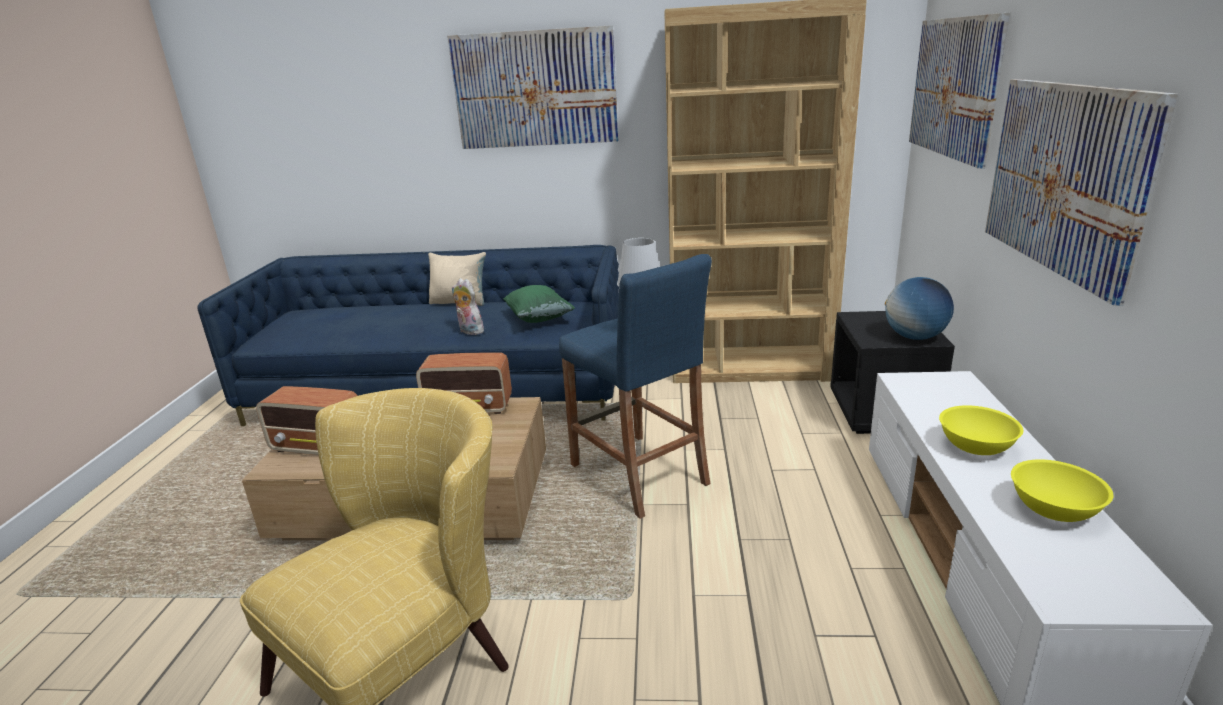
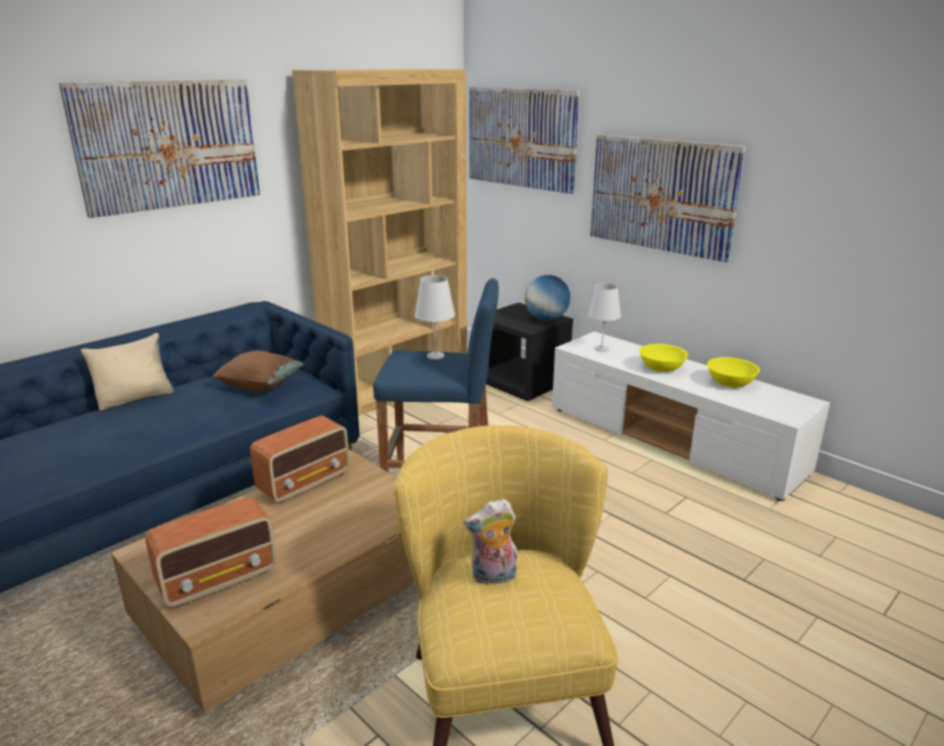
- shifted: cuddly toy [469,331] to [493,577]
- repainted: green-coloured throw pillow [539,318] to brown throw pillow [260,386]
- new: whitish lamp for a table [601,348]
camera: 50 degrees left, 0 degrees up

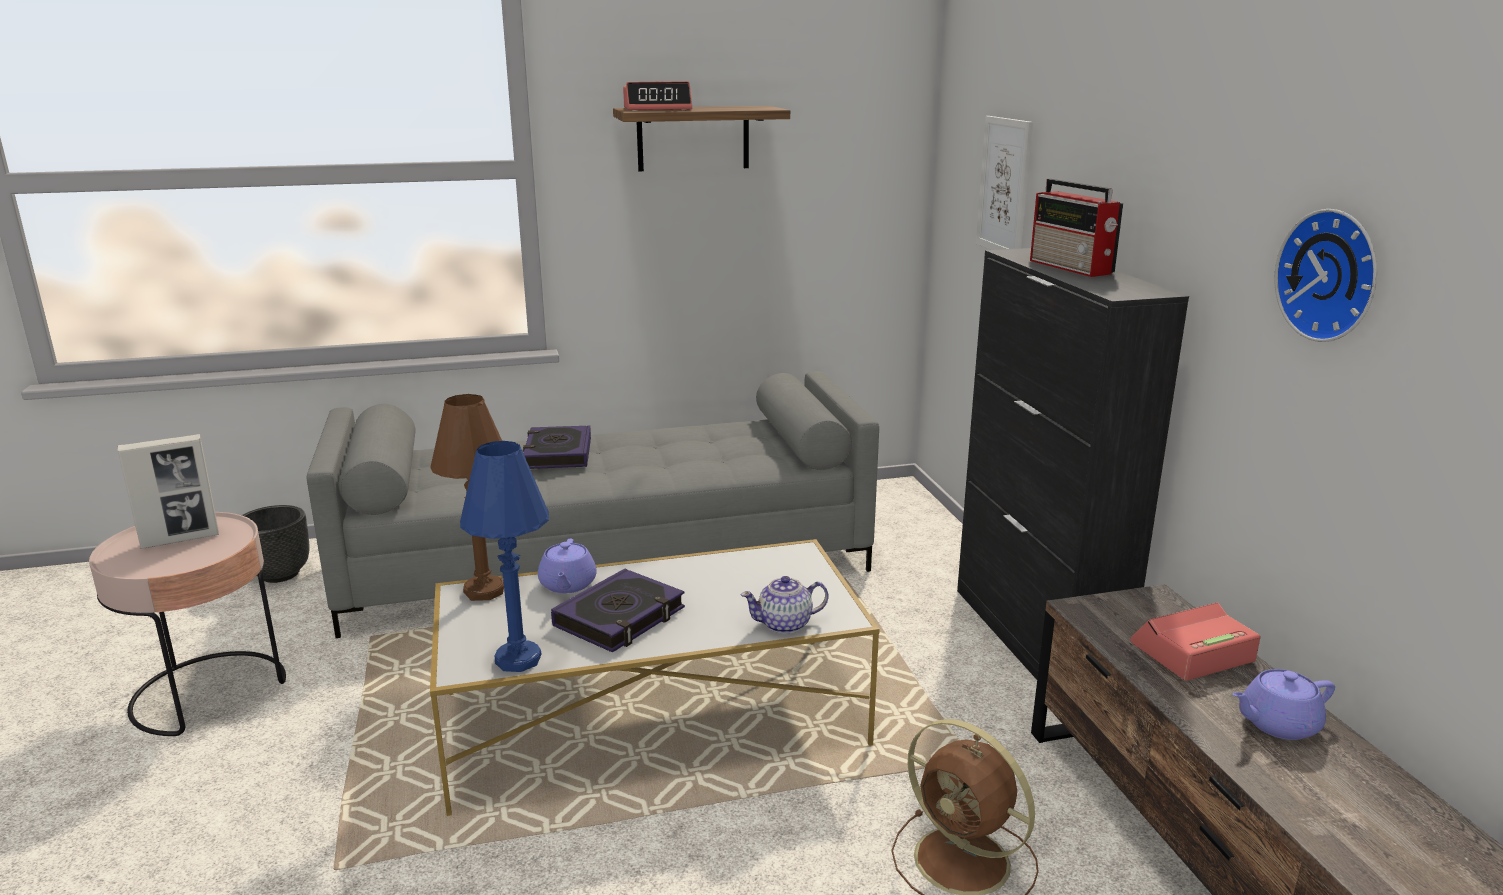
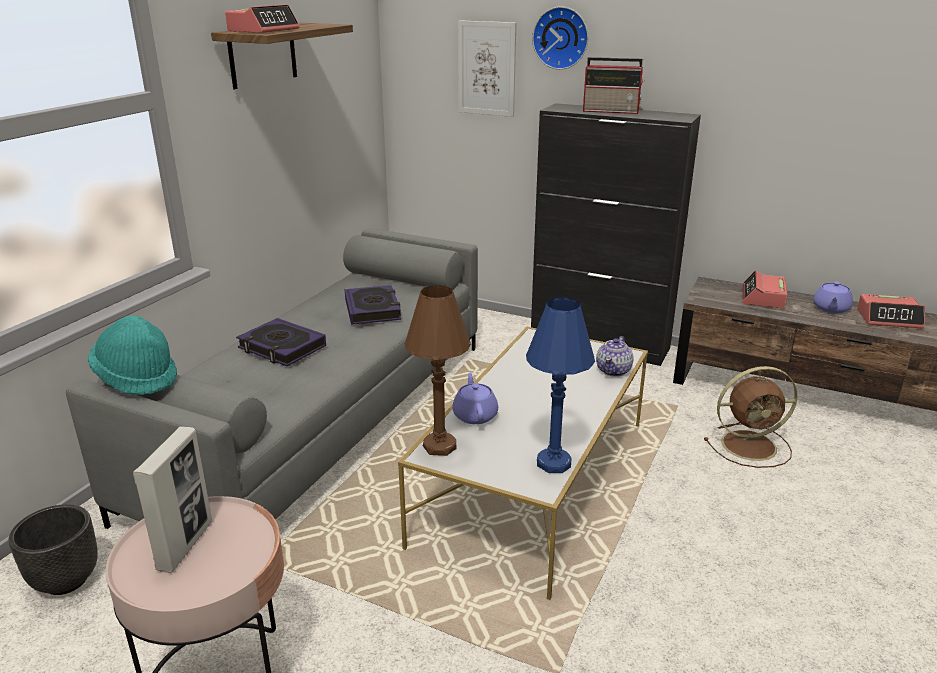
- rotated: purple tea pot [567,585] = [475,415] 135 degrees counterclockwise
- shifted: bound book [620,618] to [373,310]
- shifted: hanging clock [1332,275] to [561,38]
- new: turquoise hat [137,378]
- new: bedside clock [889,319]
camera: 50 degrees left, 5 degrees up

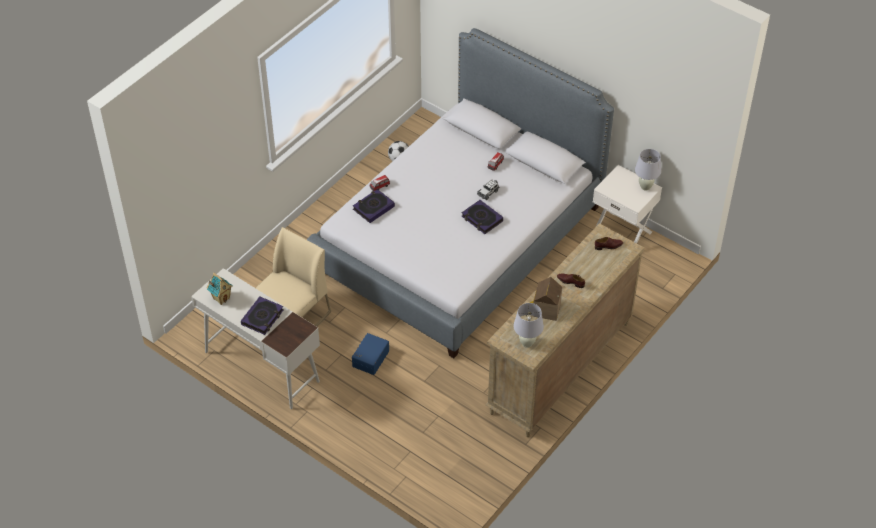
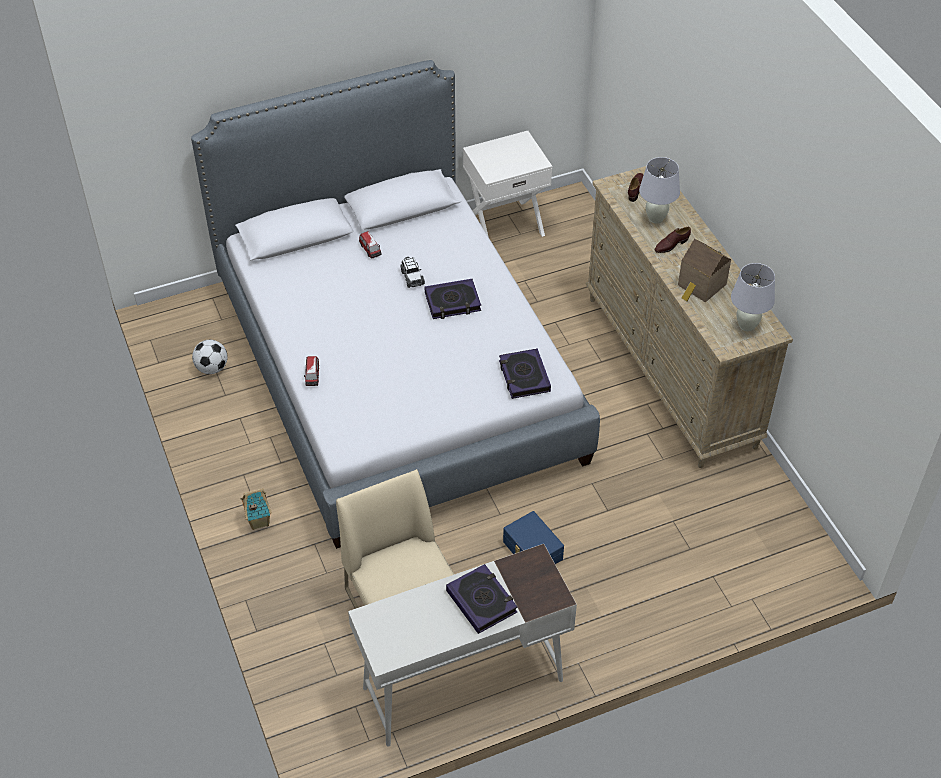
- shifted: toy house [221,298] to [258,521]
- shifted: bound book [373,208] to [524,376]
- shifted: whitish lamp for a table [645,187] to [656,218]
camera: 60 degrees left, 0 degrees up

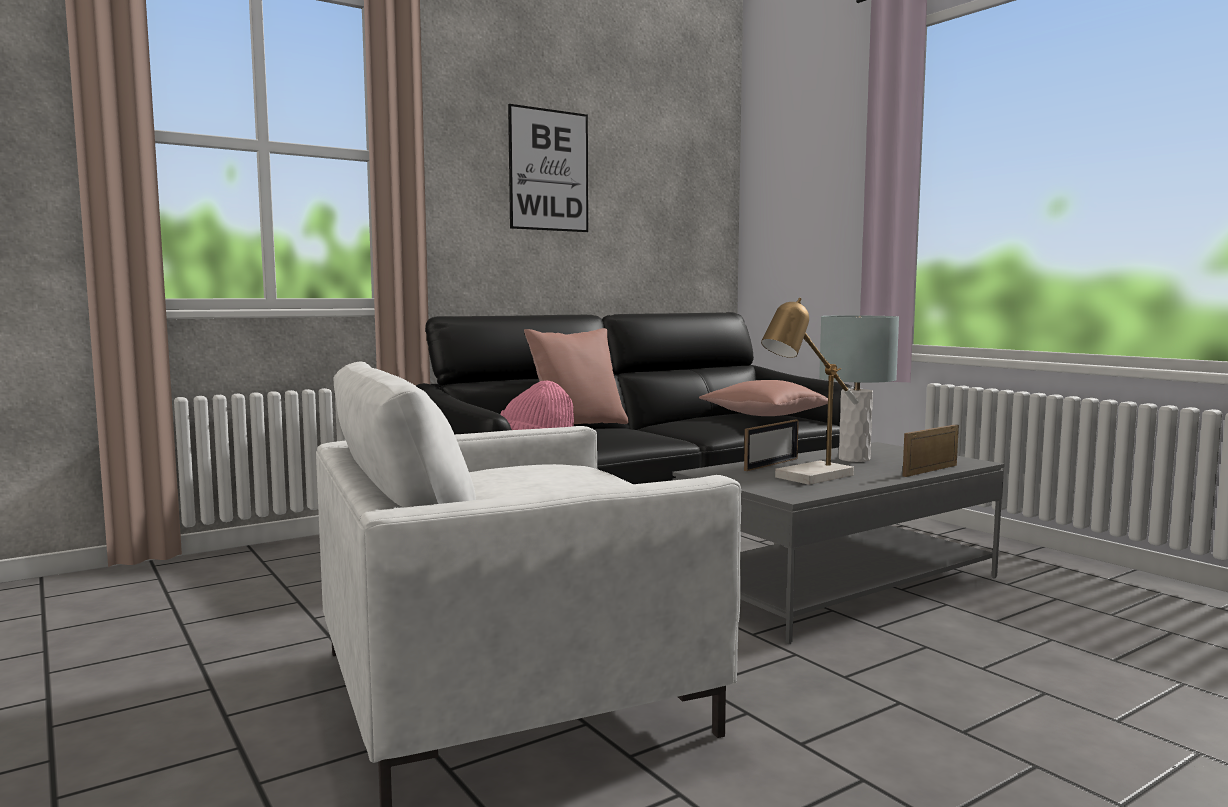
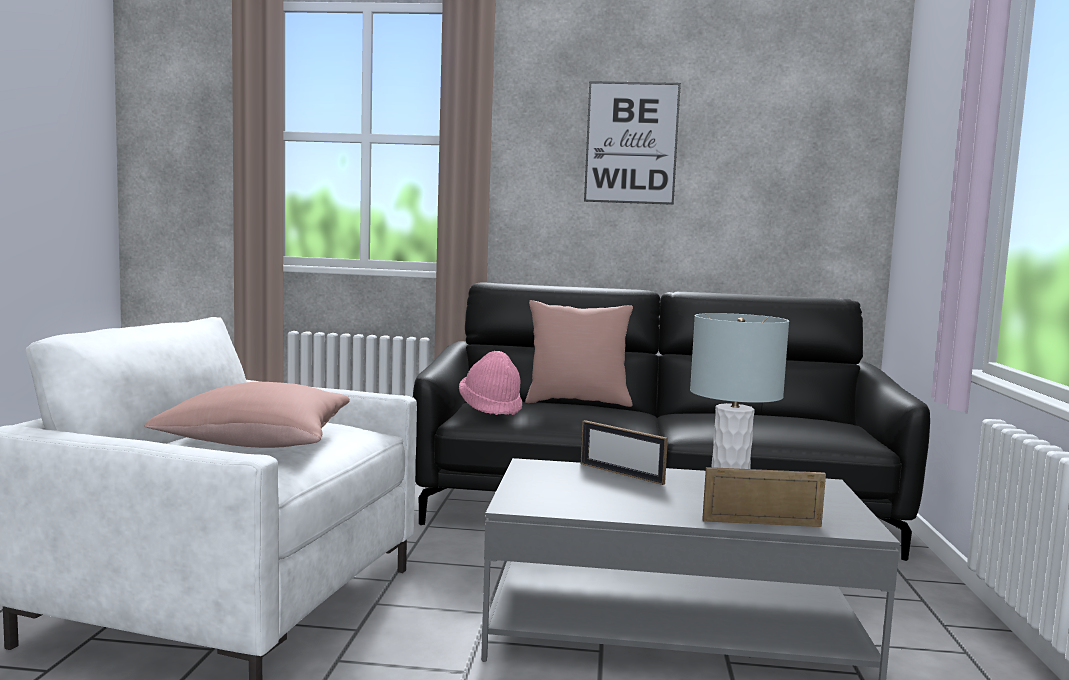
- shifted: pink throw pillow [764,415] to [257,442]
- rotated: standing frame [771,464] = [621,473] 45 degrees clockwise
- gone: lamp for a table [808,478]
camera: 40 degrees right, 0 degrees up

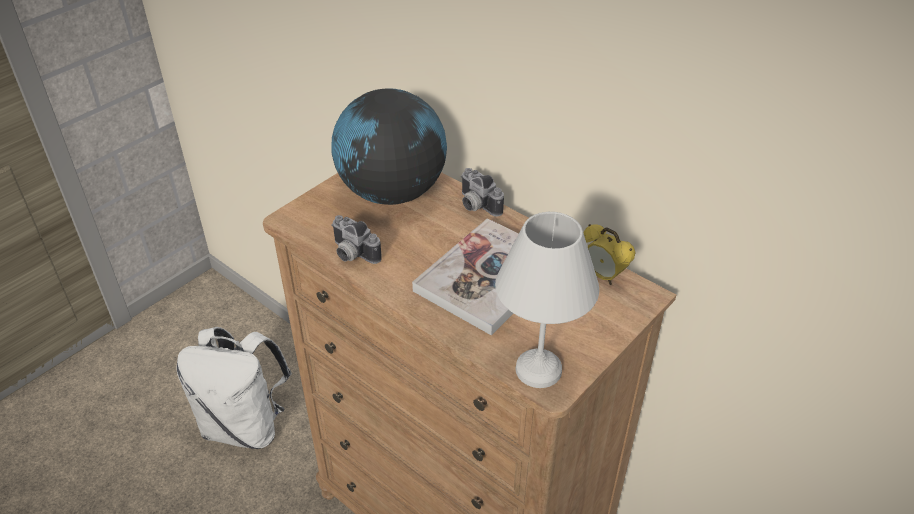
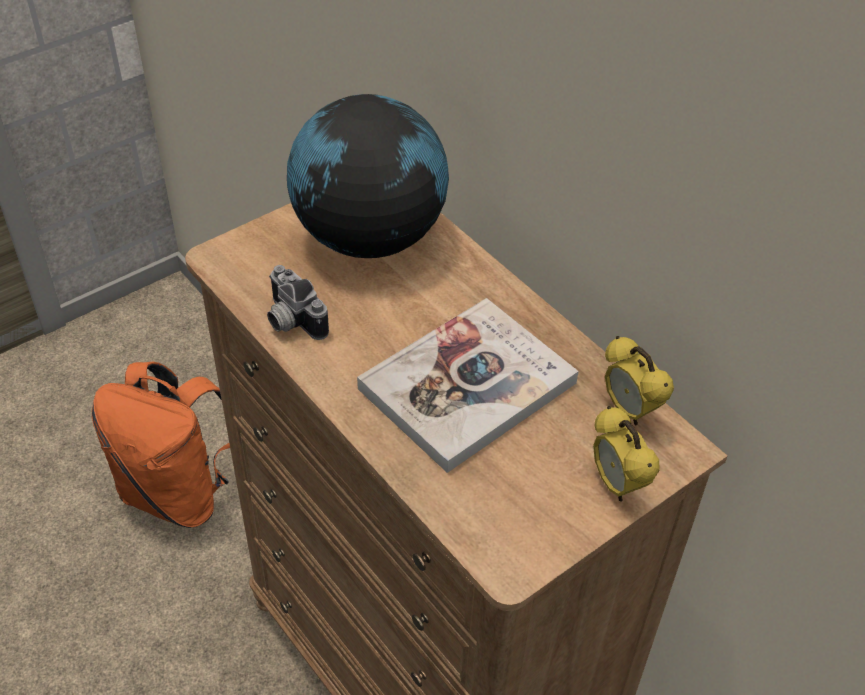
- repainted: whitish rucksack [245,425] to orangey rucksack [180,492]
- gone: photo camera [475,205]
- gone: whitish lamp for a table [539,368]
- new: bedside clock [617,484]
camera: 10 degrees right, 5 degrees up

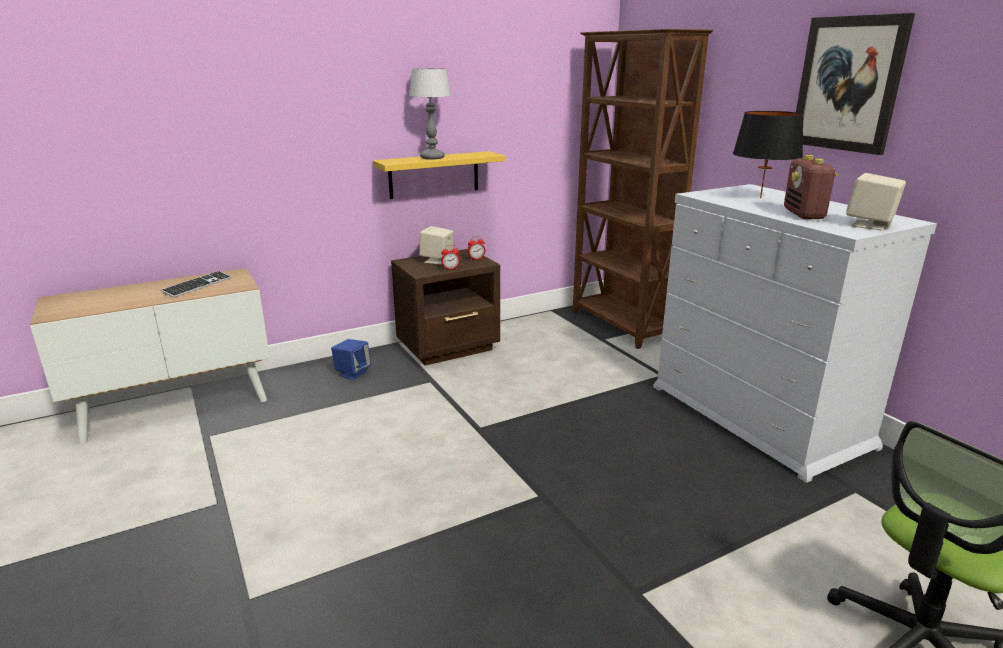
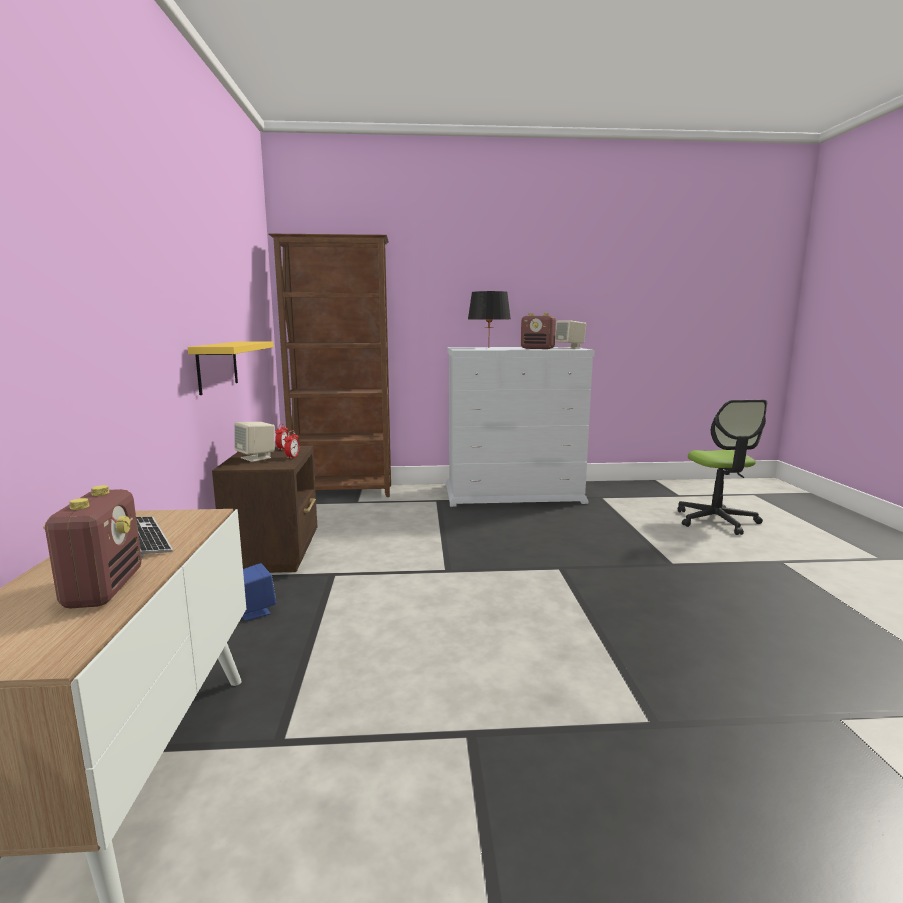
- gone: lamp for a table [432,158]
- gone: picture [848,84]
- new: radio receiver [104,589]
camera: 65 degrees left, 10 degrees down

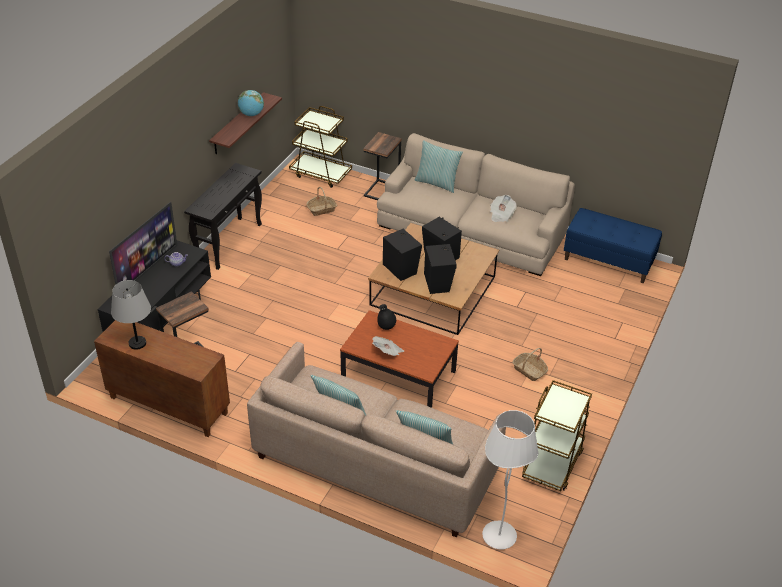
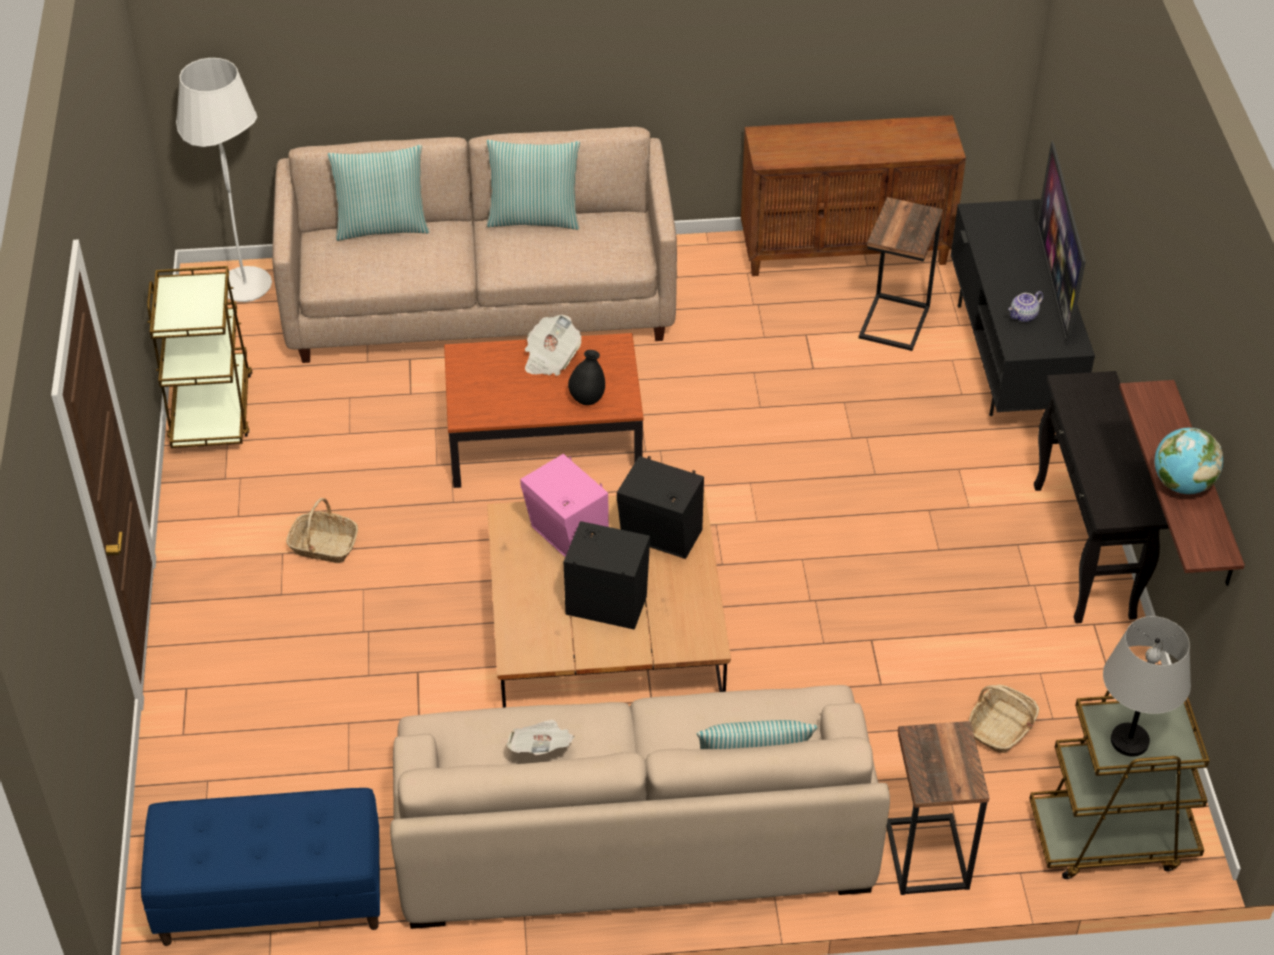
- shifted: greyish lamp for a table [137,343] to [1129,741]
- repainted: black-coloured speaker [438,282] to pink speaker [567,539]
camera: 150 degrees right, 5 degrees up

